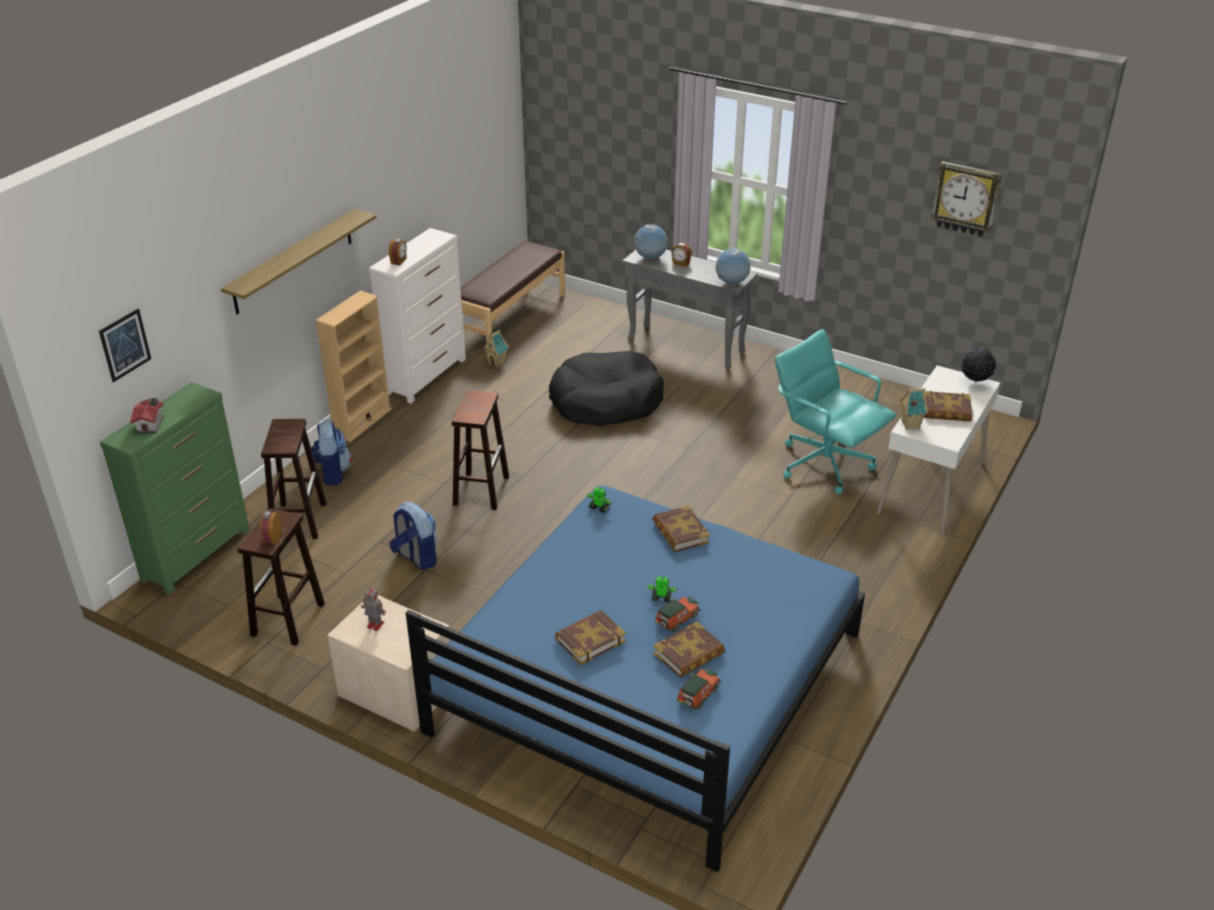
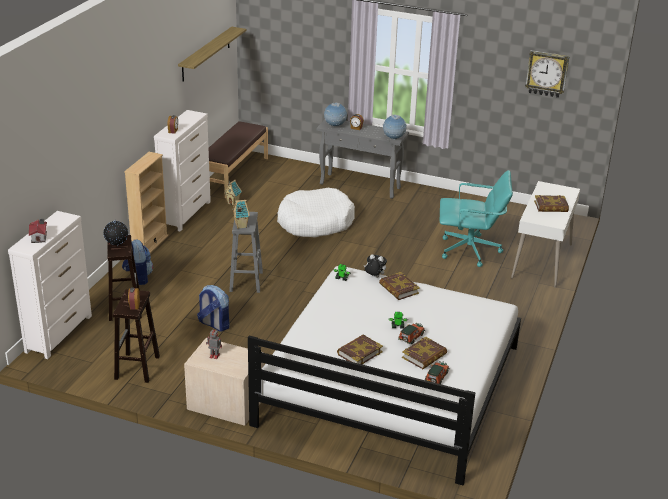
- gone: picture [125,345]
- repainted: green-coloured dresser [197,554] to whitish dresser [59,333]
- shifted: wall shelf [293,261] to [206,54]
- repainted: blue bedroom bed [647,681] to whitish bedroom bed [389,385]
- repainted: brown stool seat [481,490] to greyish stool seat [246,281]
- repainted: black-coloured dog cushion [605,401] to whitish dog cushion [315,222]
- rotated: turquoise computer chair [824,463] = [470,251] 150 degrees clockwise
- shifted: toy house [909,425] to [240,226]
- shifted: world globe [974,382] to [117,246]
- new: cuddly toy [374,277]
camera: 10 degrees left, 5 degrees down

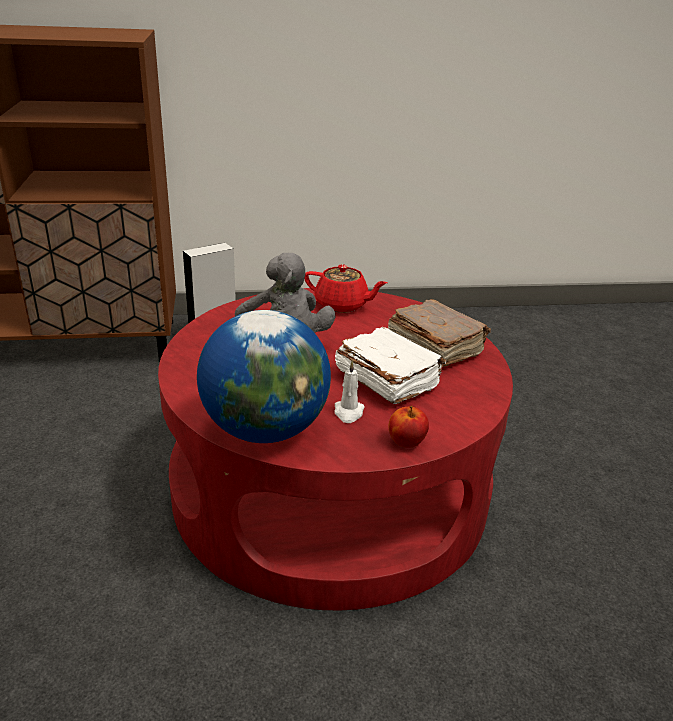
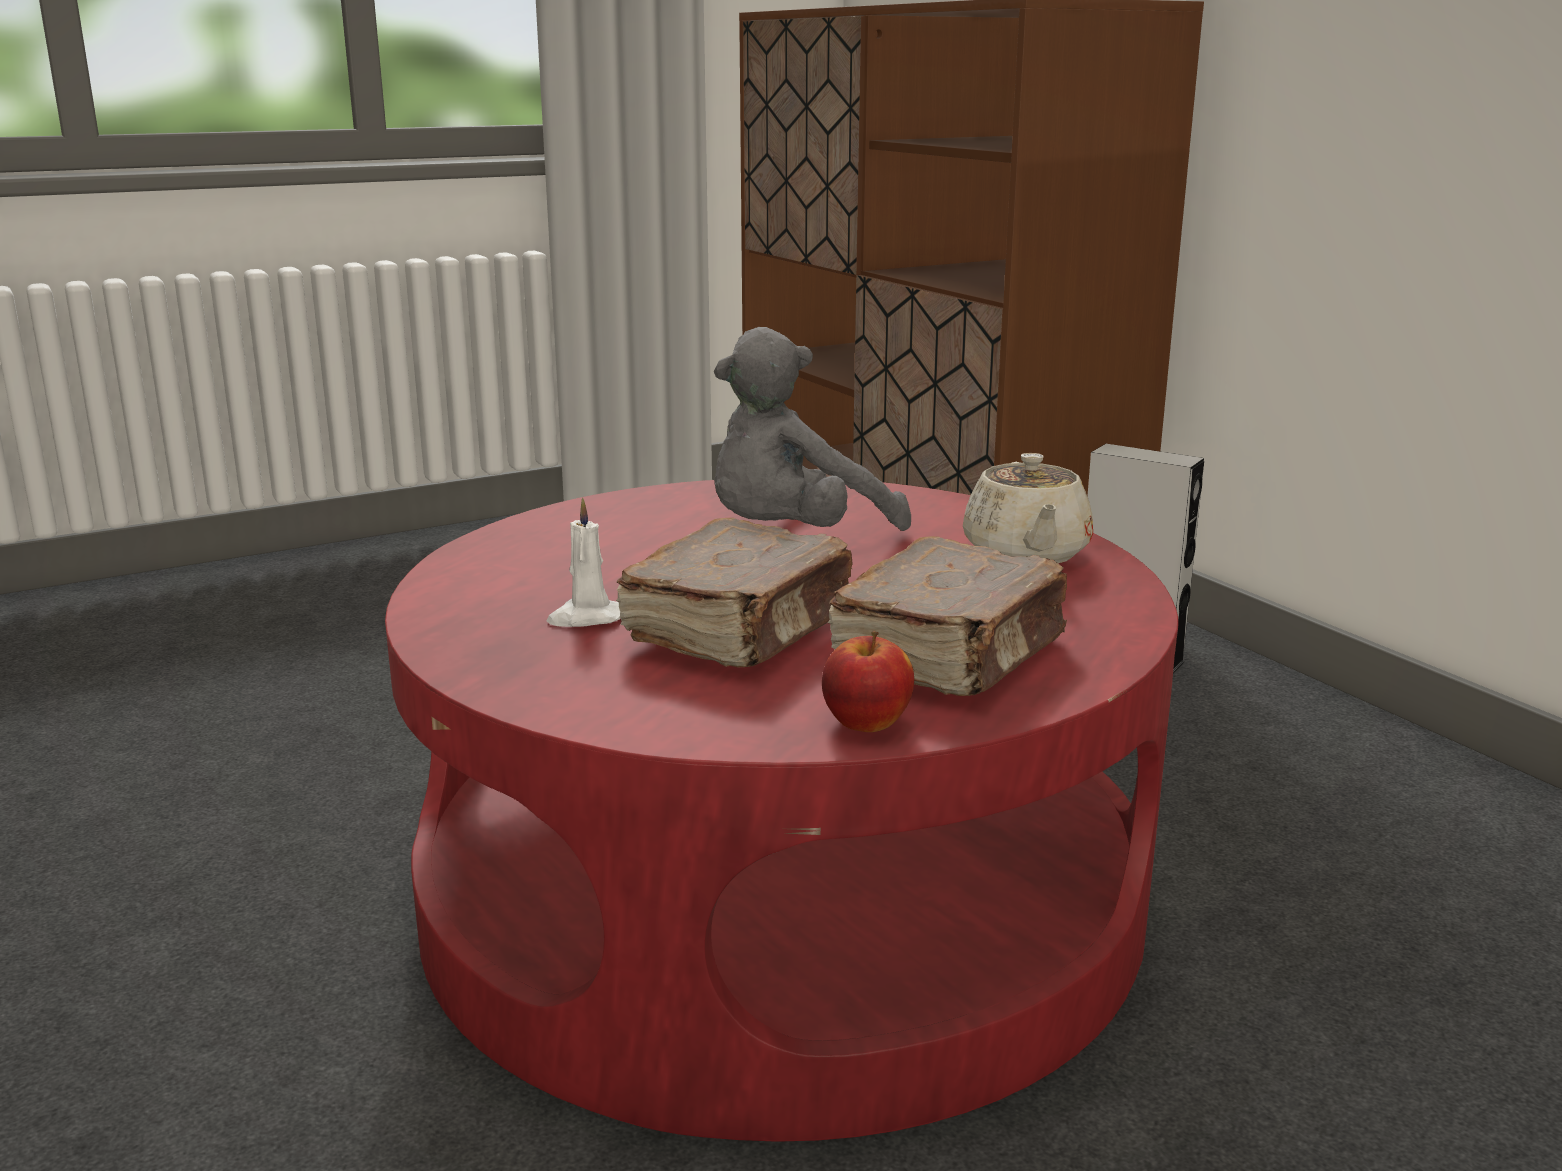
- gone: world globe [265,429]
- repainted: reddish tea pot [342,305] to beige-coloured tea pot [1026,554]
- repainted: whitish bound book [386,379] to brown bound book [742,630]
- shifted: apple fruit [406,442] to [866,723]
camera: 70 degrees right, 10 degrees down

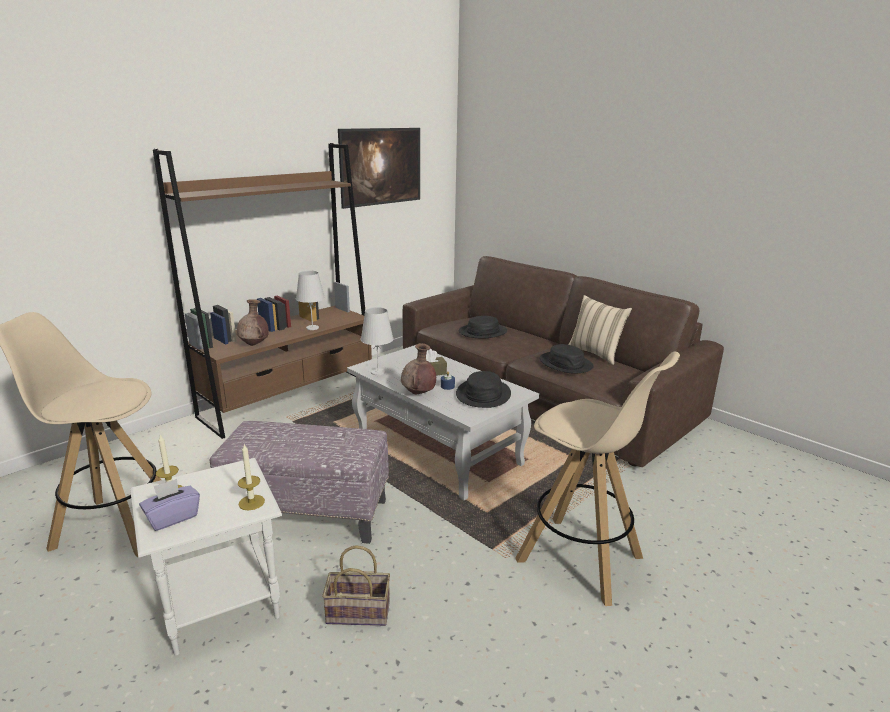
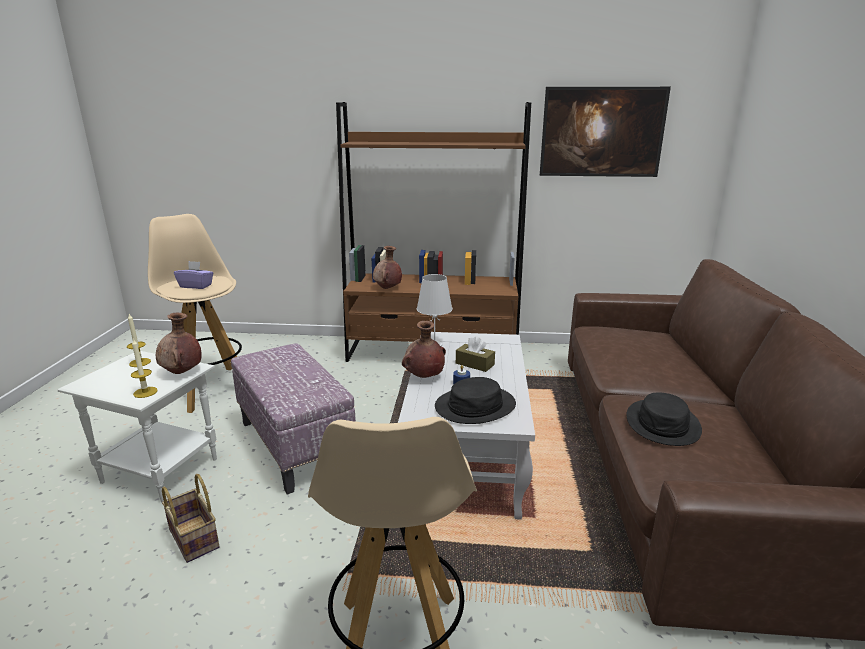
- shifted: purple tissue box [172,517] to [196,286]
- gone: whitish lamp for a table [312,328]
- gone: black-coloured hat [483,332]
- gone: beige-coloured throw pillow [595,353]
- new: brown decorative vase [182,372]
camera: 50 degrees right, 0 degrees up

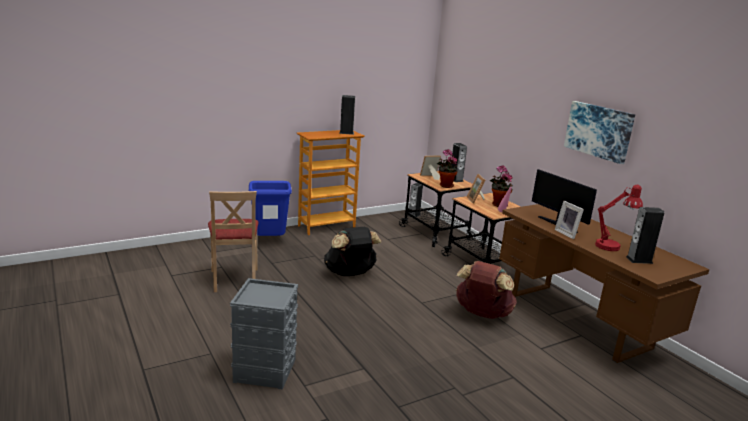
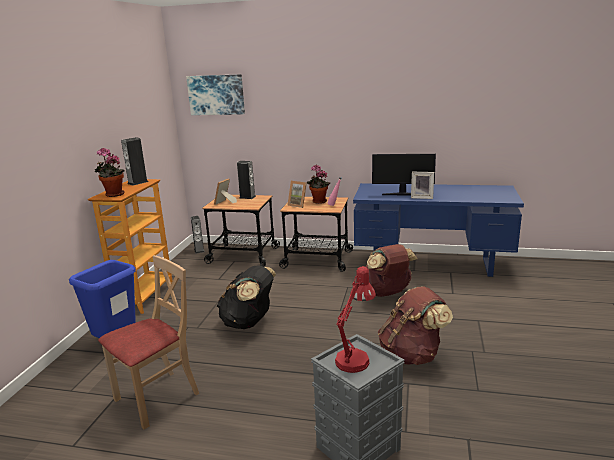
- rotated: beige-coloured upright chair [234,279] = [157,398] 75 degrees counterclockwise
- shifted: houseplant [445,185] to [113,195]
- repainted: brown desk [578,320] to blue desk [432,264]
- shifted: picture [599,131] to [216,95]
- shifted: reddish lamp for a table [612,246] to [355,358]
- gone: speaker [639,260]
- new: brown rucksack [412,355]
camera: 45 degrees left, 0 degrees up

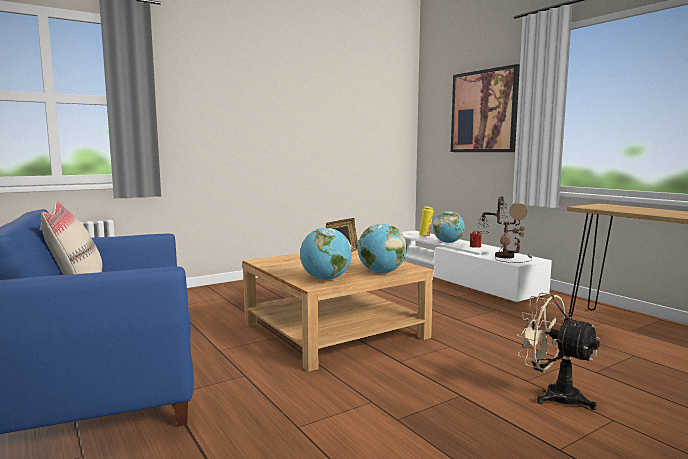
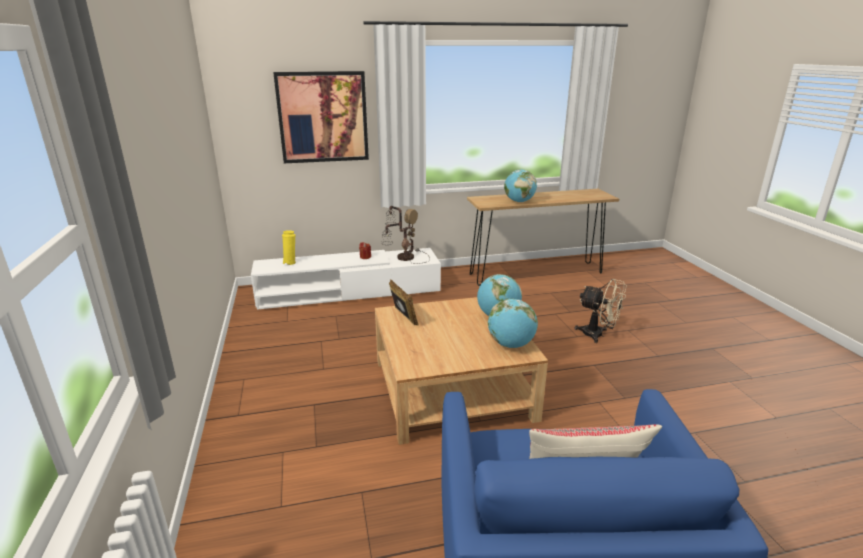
- shifted: world globe [448,242] to [519,201]
- rotated: beige-coloured cooling fan [553,395] = [598,335] 120 degrees counterclockwise
camera: 70 degrees left, 15 degrees up

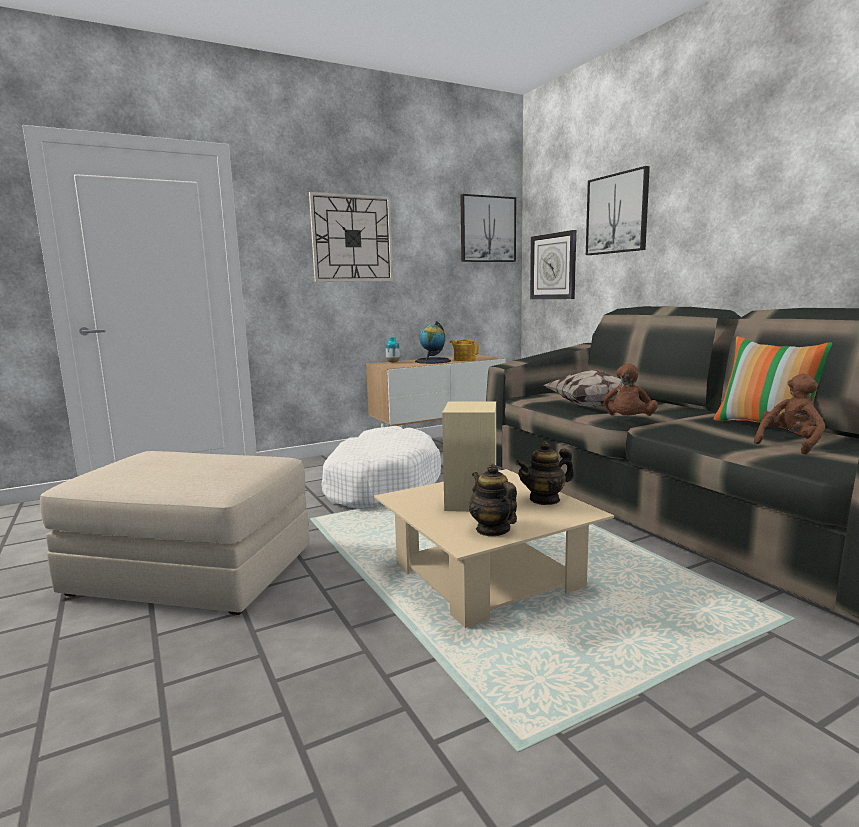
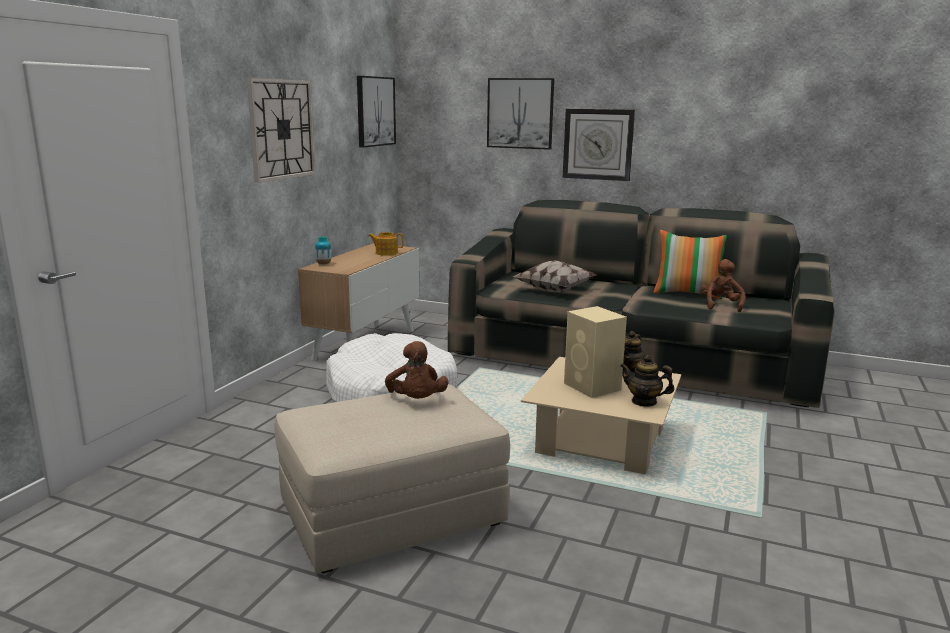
- gone: world globe [433,361]
- shifted: hanging clock [553,266] to [598,144]
- shifted: brown cuddly toy [628,421] to [416,401]
camera: 40 degrees left, 5 degrees up

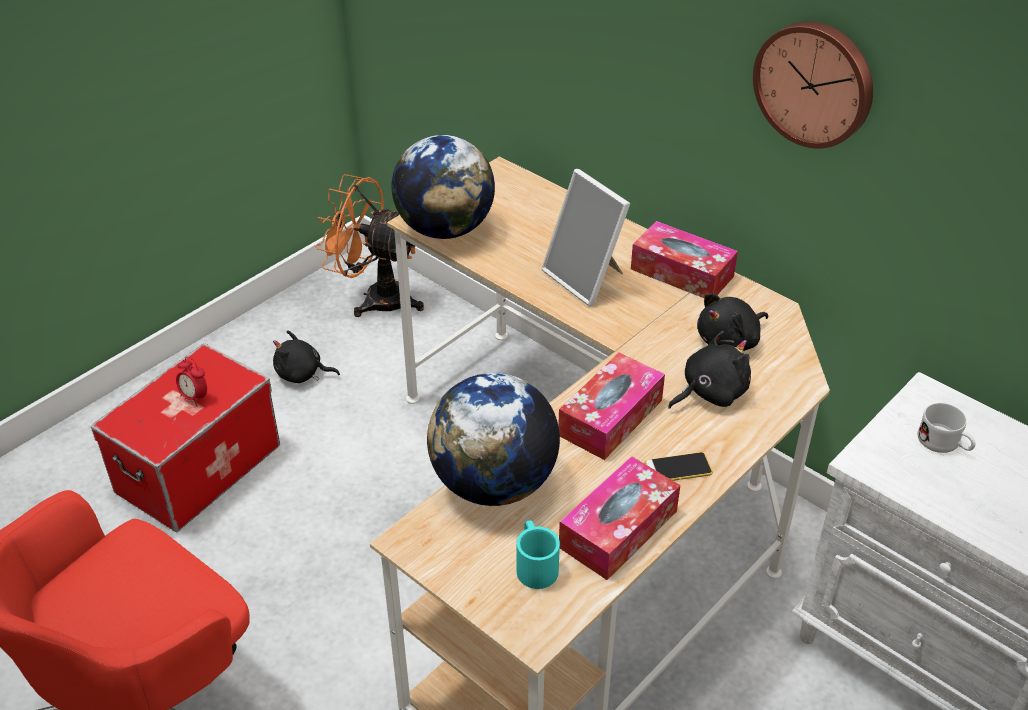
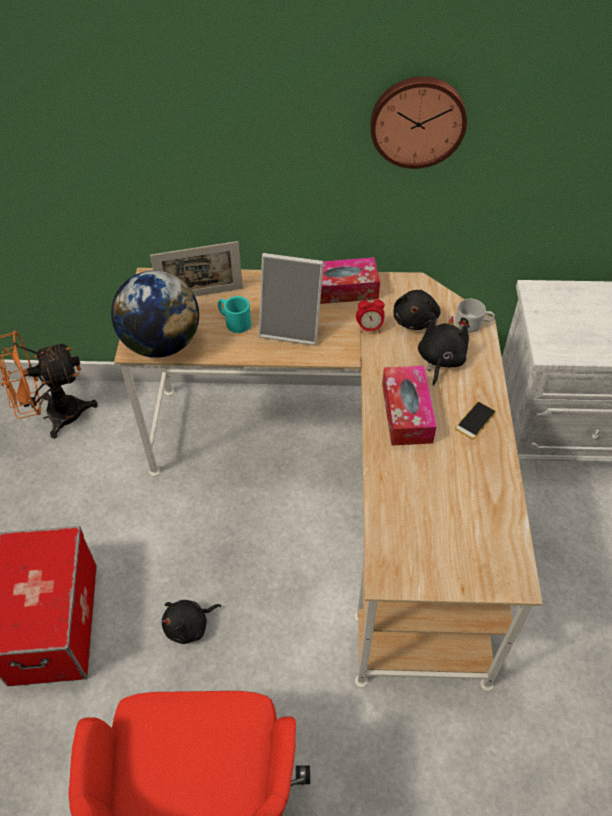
- shifted: bedside clock [194,397] to [369,328]
- shifted: black-coloured cuddly toy [302,374] to [189,626]
- gone: world globe [494,484]
- shifted: turquoise coffee mug [535,564] to [234,321]
- gone: tissue box [618,529]
- shifted: whitish coffee mug [944,444] to [473,324]
- new: standing frame [201,295]
camera: 40 degrees left, 10 degrees up

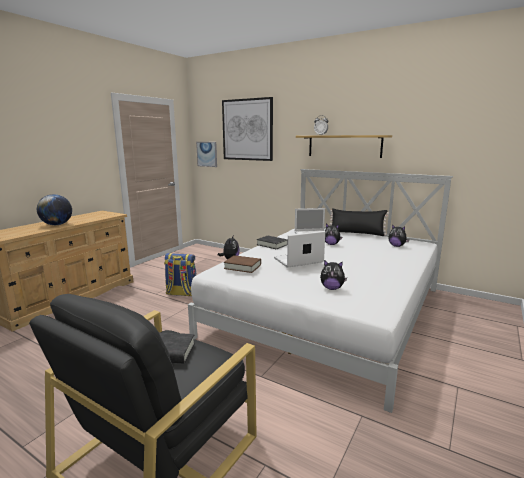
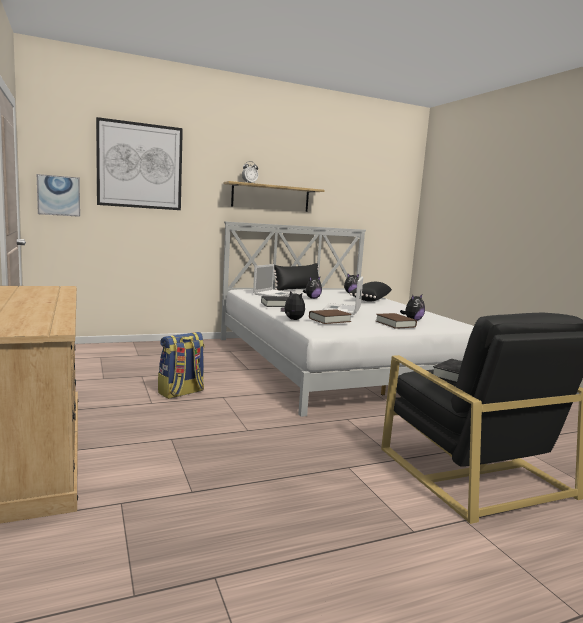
- gone: world globe [57,225]
- new: black-coloured throw pillow [369,299]
- new: brown bound book [395,324]
camera: 55 degrees left, 5 degrees down

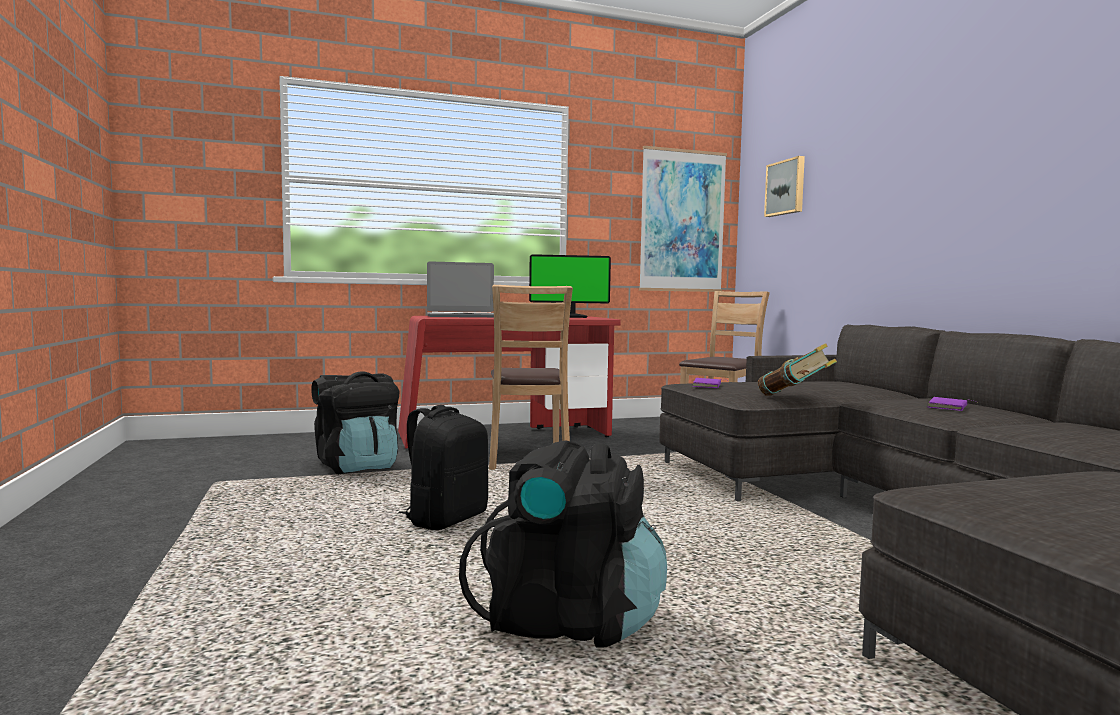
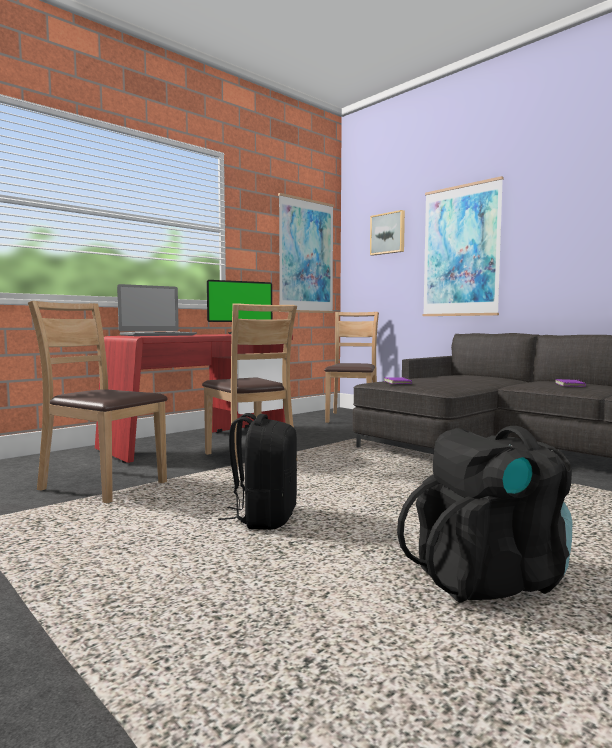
- swapped: black-coloured rucksack [357,466] to brown upright chair [103,485]
- gone: bound book [794,398]
- new: picture [461,251]
camera: 25 degrees left, 0 degrees up

